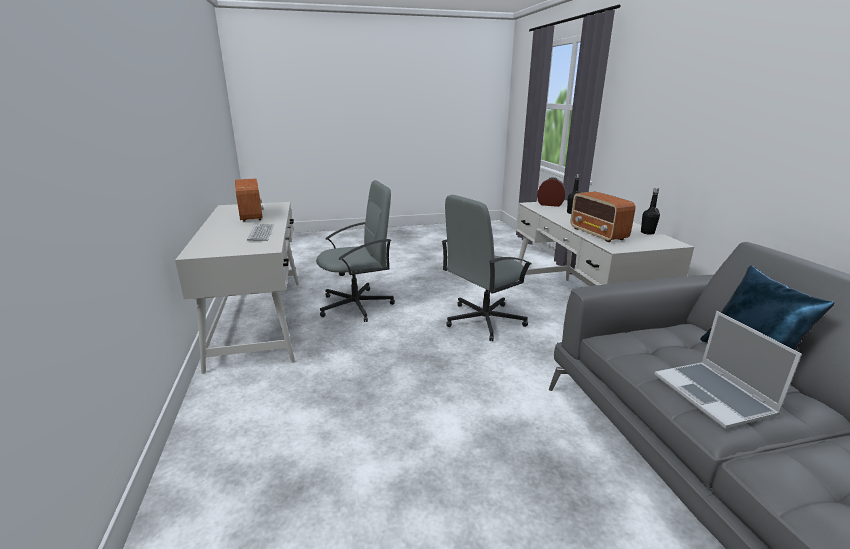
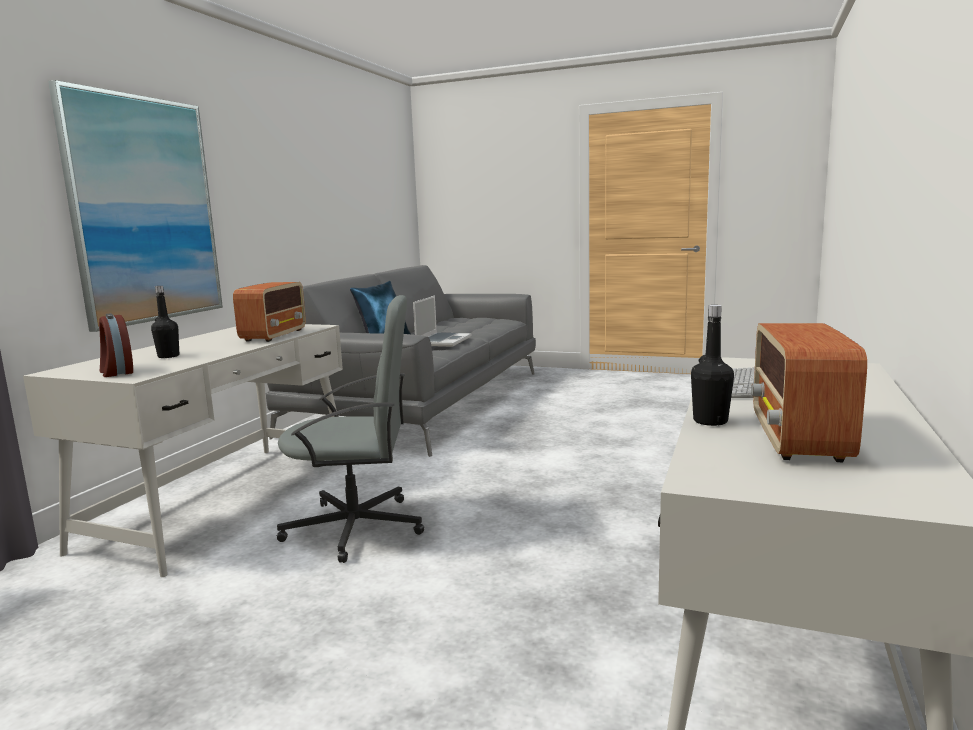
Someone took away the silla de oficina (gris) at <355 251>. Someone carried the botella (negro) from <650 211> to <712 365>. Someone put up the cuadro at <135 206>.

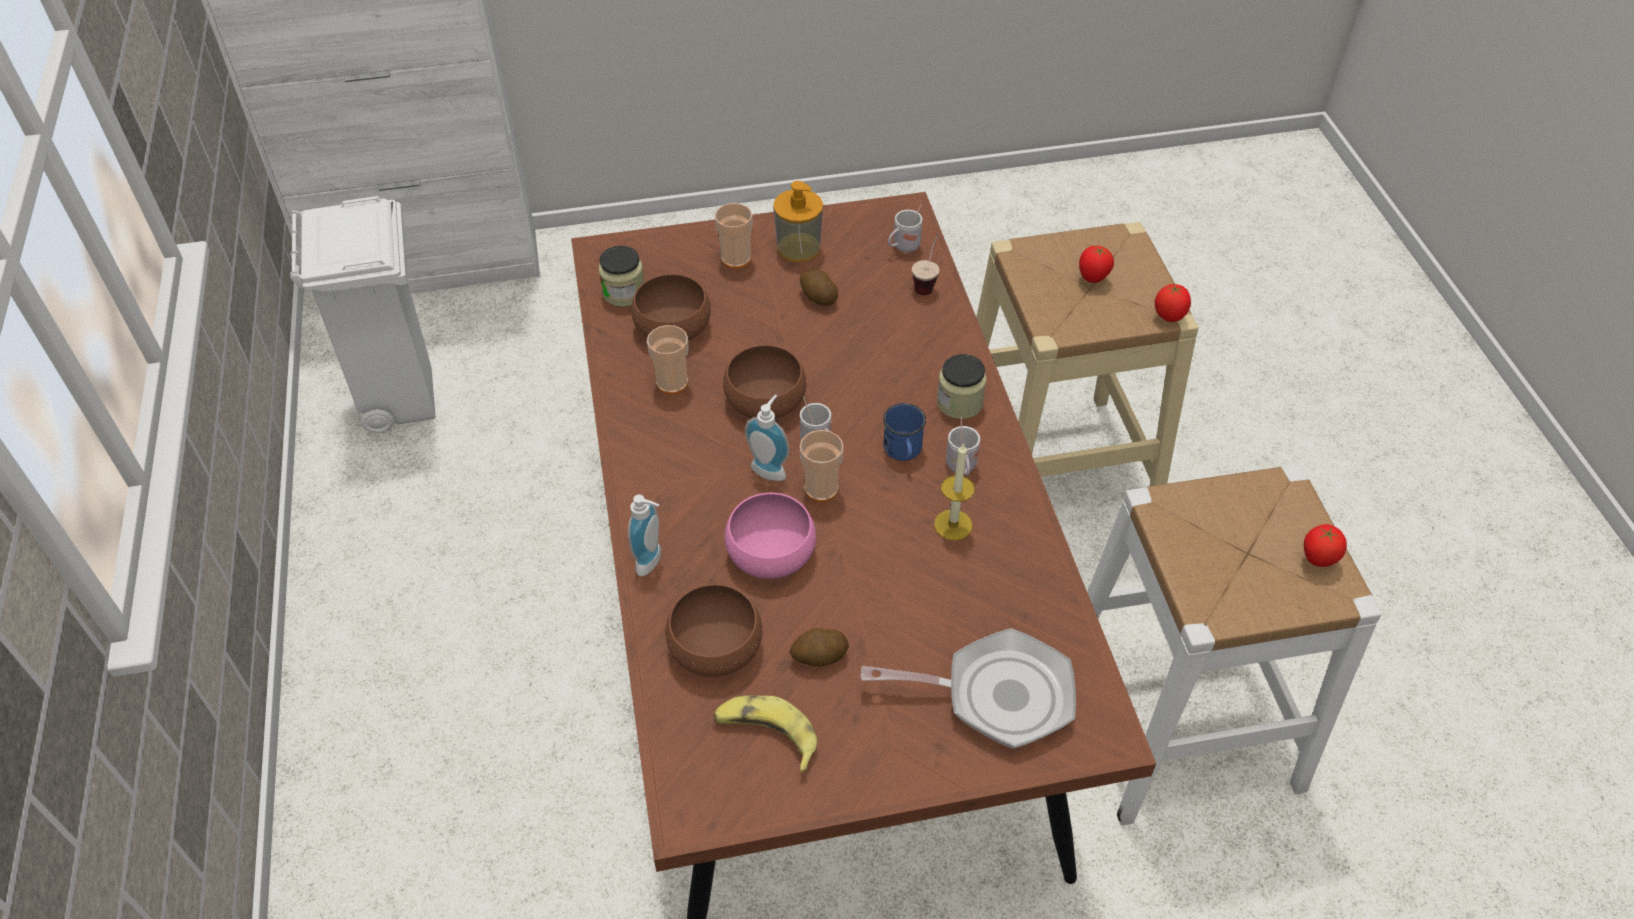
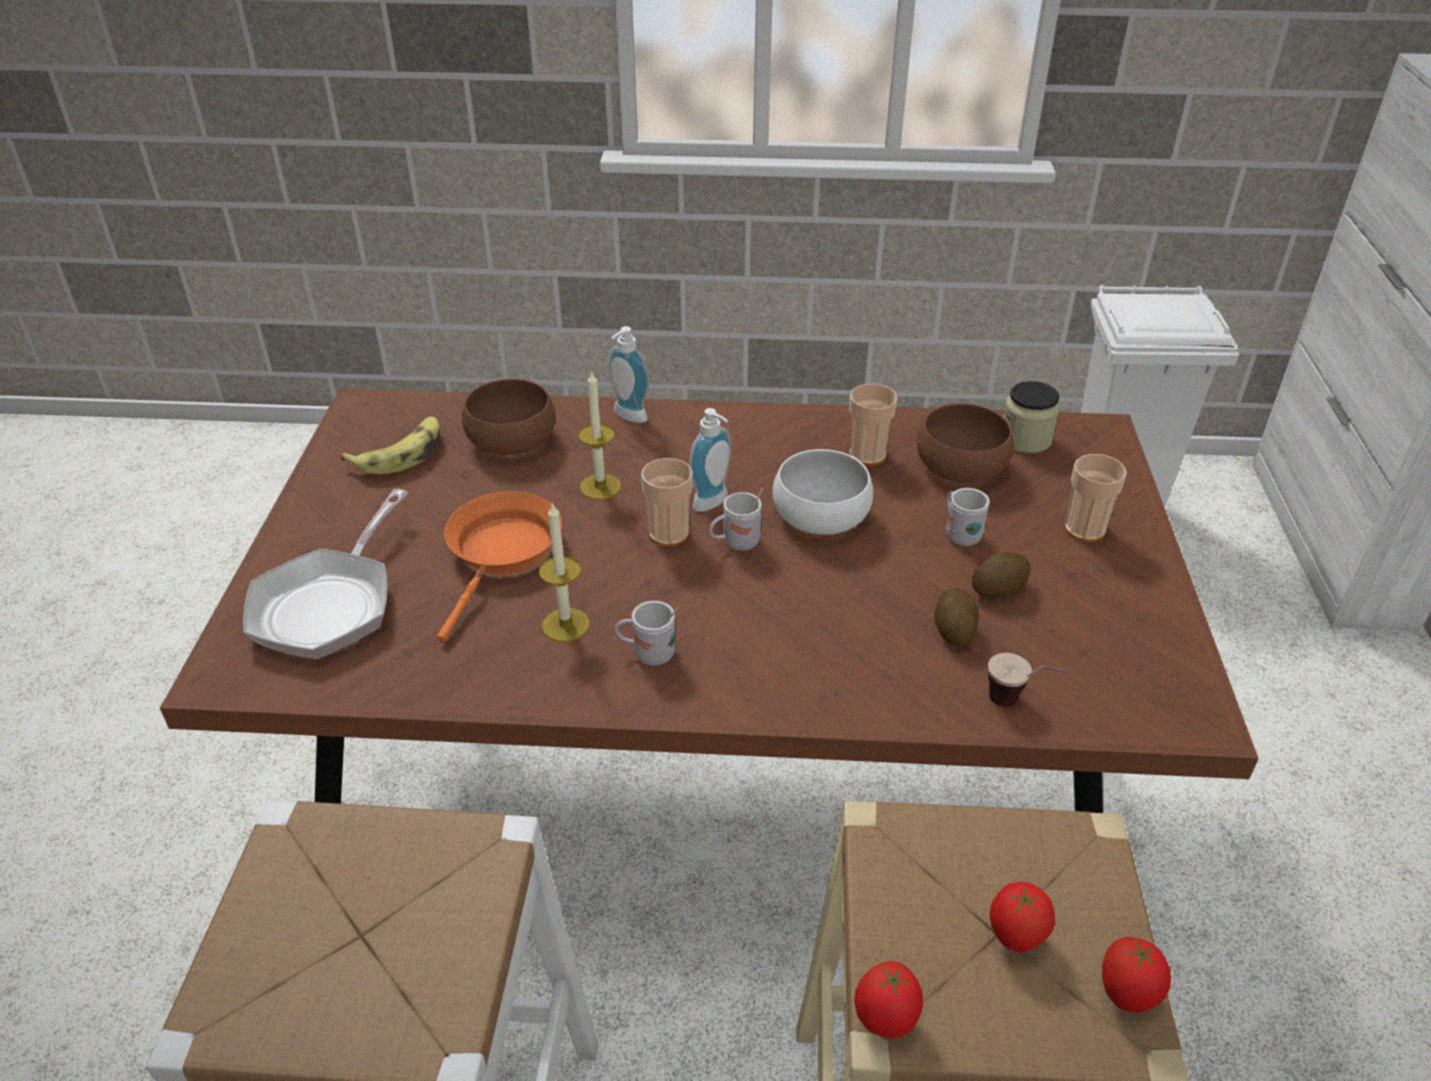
Someone repainted the cuenco (marrón) at <764 382>, which became the cuenco (blanco) at <823 492>. Someone swapped the cuenco (rosa) at <770 536> for the vela at <599 435>. Someone took away the dispensador de jabón at <798 221>. Someone carried the patata from <819 647> to <956 617>. Someone took away the taza grande (azul) at <904 432>. Someone carried the taza grande (blanco) from <905 228> to <968 517>. Someone took away the tarro at <962 386>. Someone carried the tomate from <1325 545> to <1136 975>. Someone put down the sartén (naranja) at <499 566>.

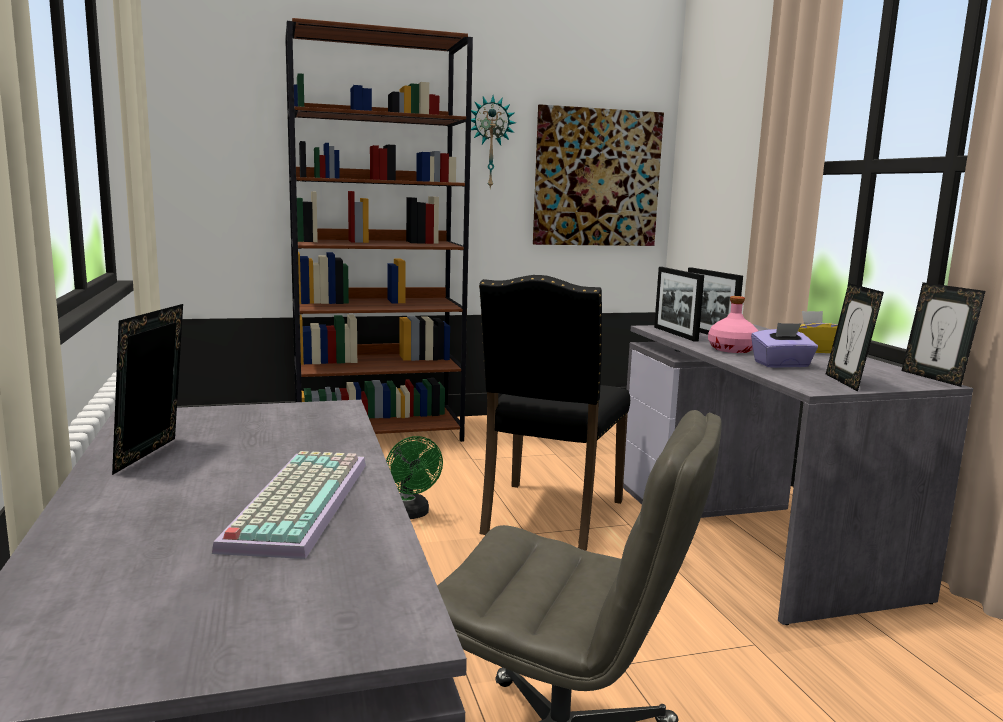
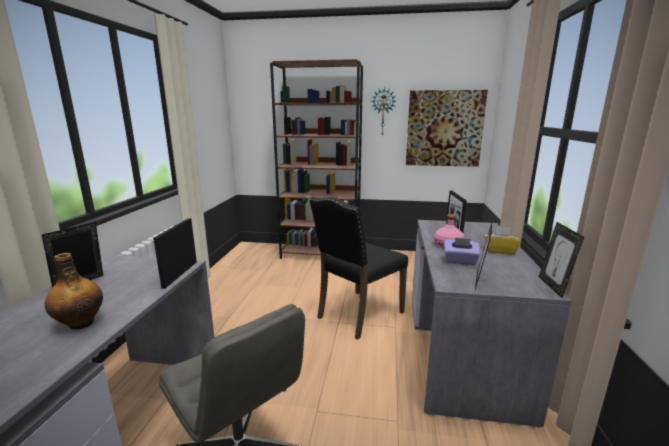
Someone swapped the teclado at <289 505> for the botella at <74 291>. Someone took away the ventilador (verde) at <414 477>. Someone carried the portarretratos from <679 304> to <175 253>.

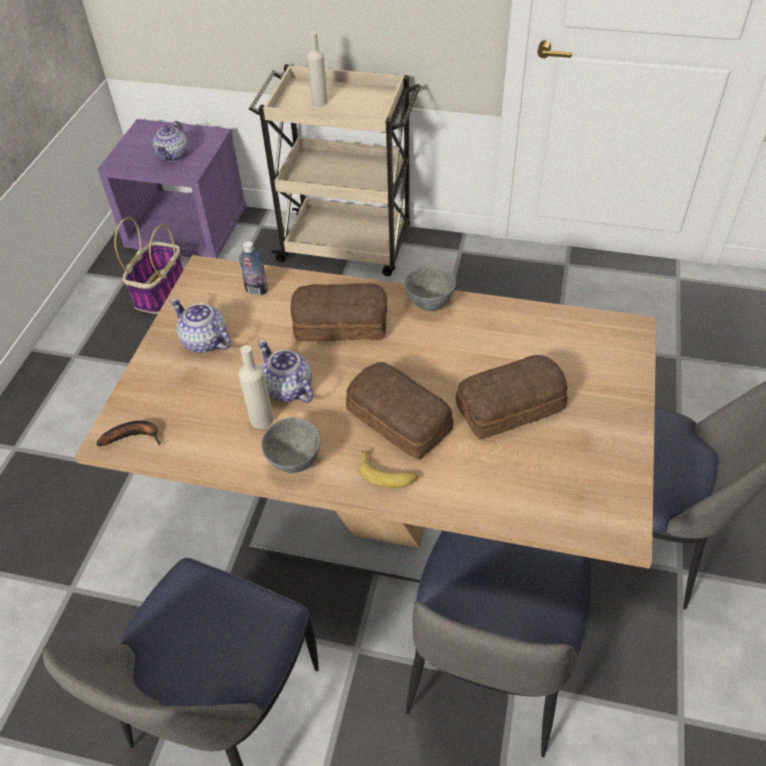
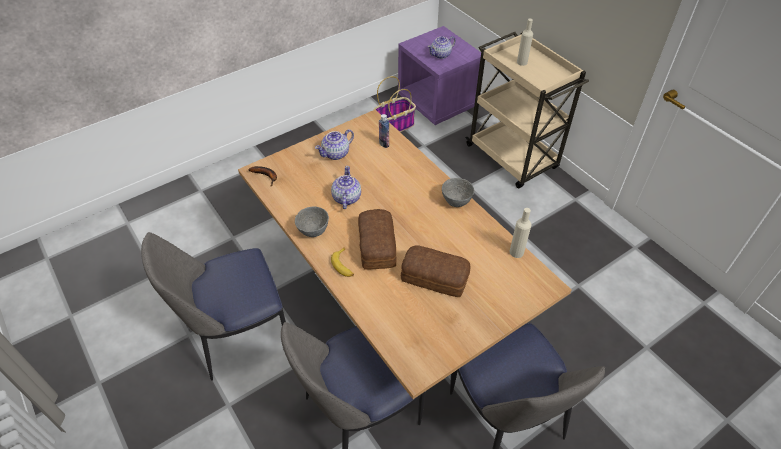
Someone rotated the tetera at <200 326> by 120 degrees counterclockwise. Someone carried the botella (beis) from <256 387> to <521 233>. Someone took away the pan at <339 312>.

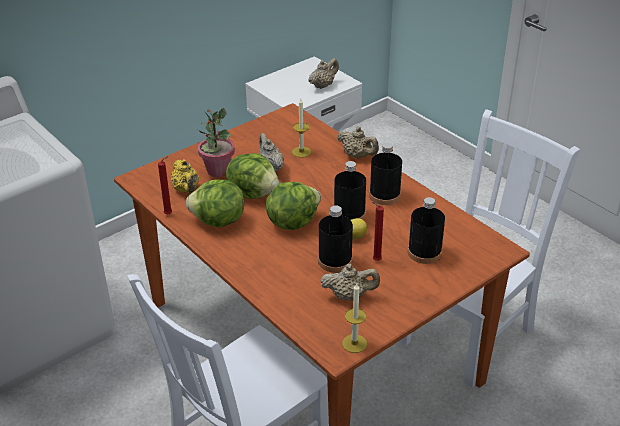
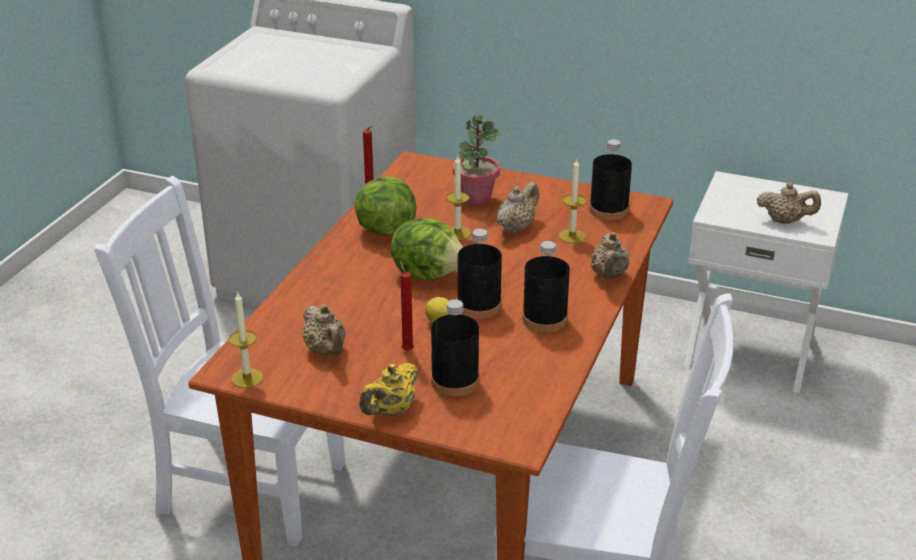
Someone carried the tetera (amarillo) from <185 176> to <388 389>. Someone swapped the lechuga at <252 176> for the vela at <458 198>. Someone carried the botella (negro) from <335 239> to <610 179>.

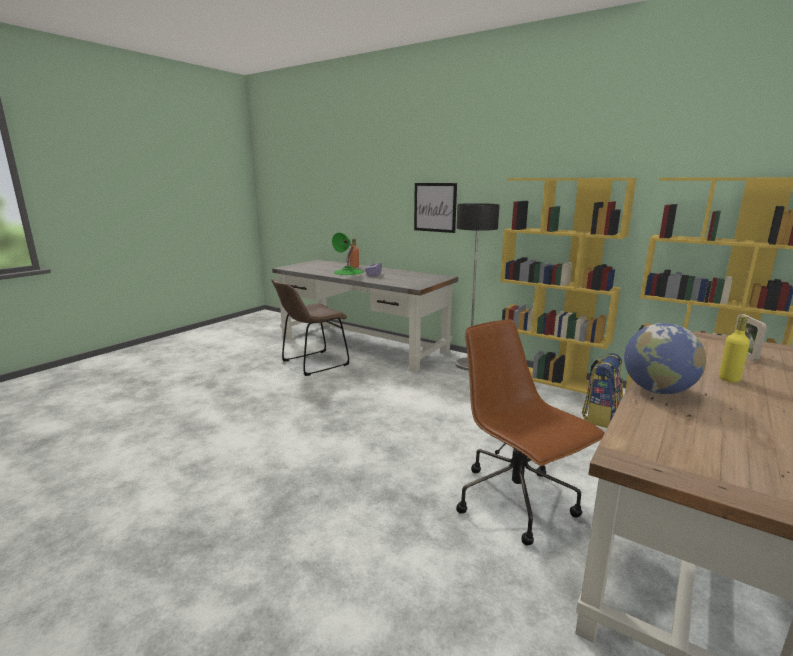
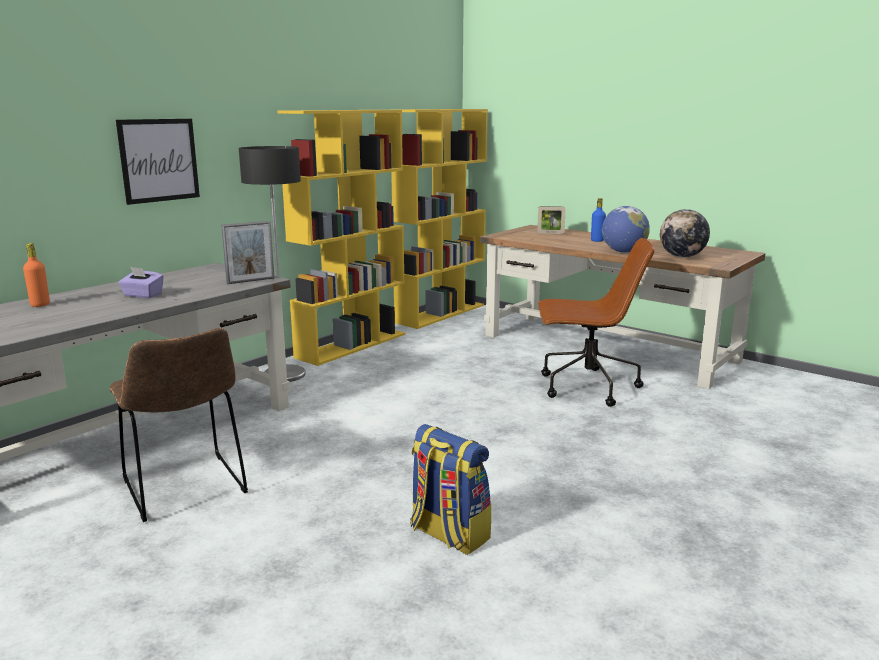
Someone took away the lámpara de mesa (verde) at <347 254>. Someone rotated the silla de oficina (marrón) at <530 432> by 150 degrees counterclockwise. Someone carried the mochila from <602 390> to <450 489>. Someone repainted the botella (amarillo) at <734 349>, which became the botella (azul) at <598 220>. Someone put down the portarretratos at <248 252>. Someone put down the globo terráqueo at <685 233>.

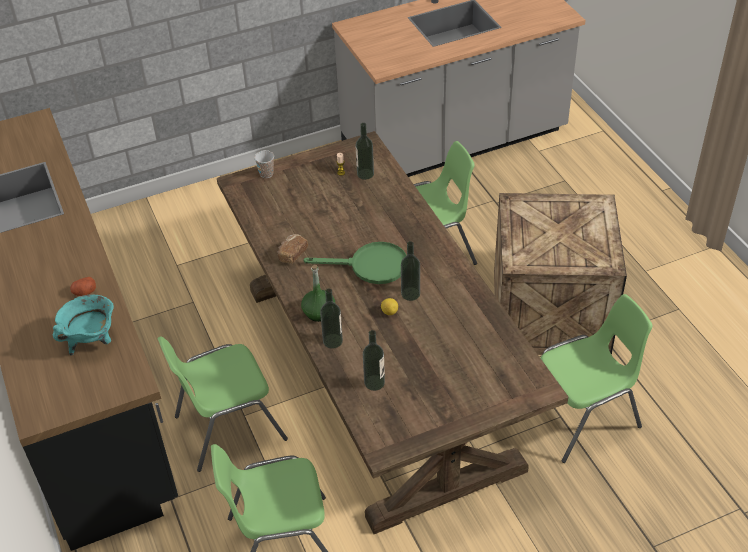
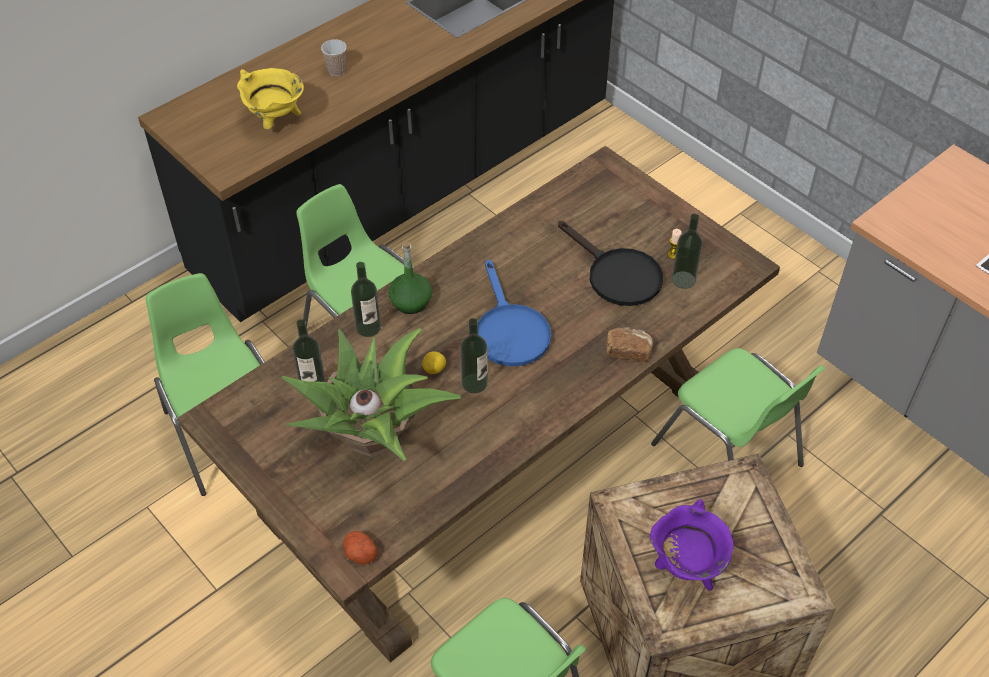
Someone repainted the olla (turquesa) at <83 325>, which became the olla (amarillo) at <270 98>. Someone carried the patata from <83 286> to <360 548>. Someone carried the taza from <264 164> to <333 57>. Someone carried the pan from <292 249> to <629 344>. Someone repainted the sartén (verde) at <354 263>, which became the sartén (azul) at <514 313>. Someone put down the planta en maceta at <371 394>. Someone put down the sartén (negro) at <610 263>. Someone put down the olla (morado) at <692 545>.

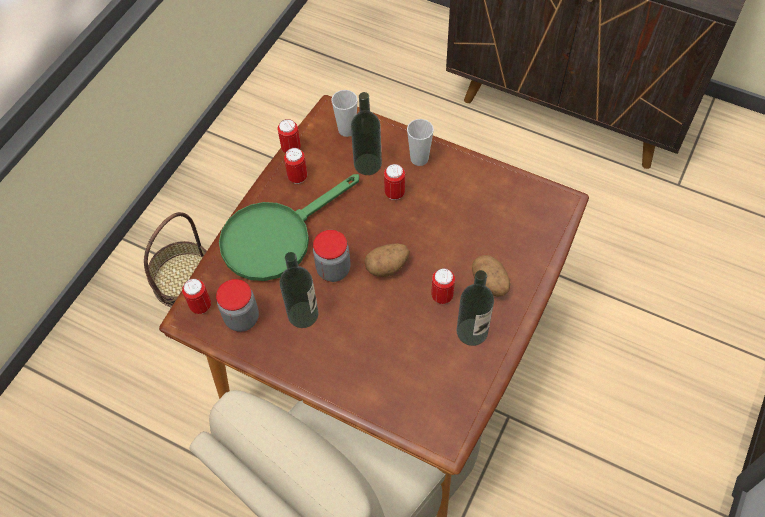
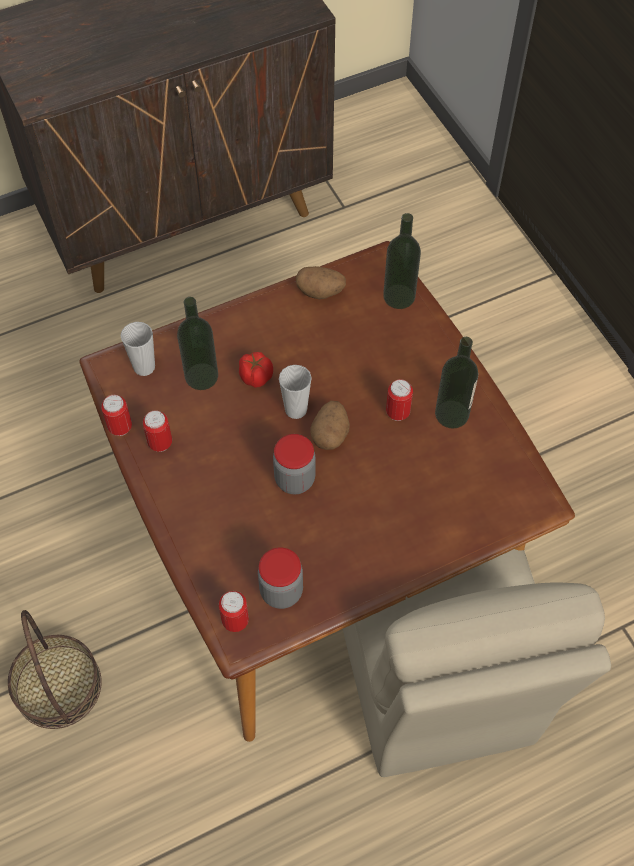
Someone took away the sartén (verde) at <289 227>. Someone carried the botella from <299 290> to <402 261>. Someone swapped the lata at <394 182> for the tomate at <256 370>. Someone carried the taza from <420 142> to <295 392>. Someone carried the patata from <491 276> to <321 282>.

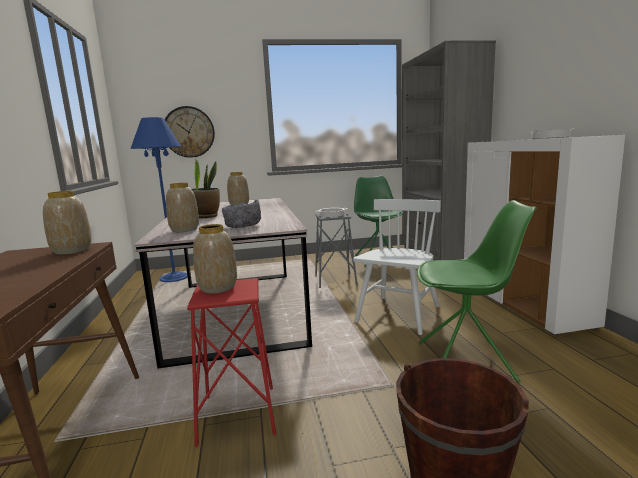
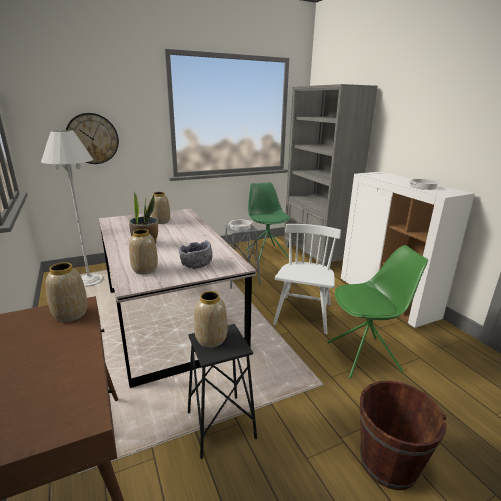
Someone repainted the lámpara de pie (azul) at <159 199>, which became the lámpara de pie (blanco) at <72 208>. Someone repainted the taburete (rojo) at <231 362>, which became the taburete (negro) at <222 391>.

